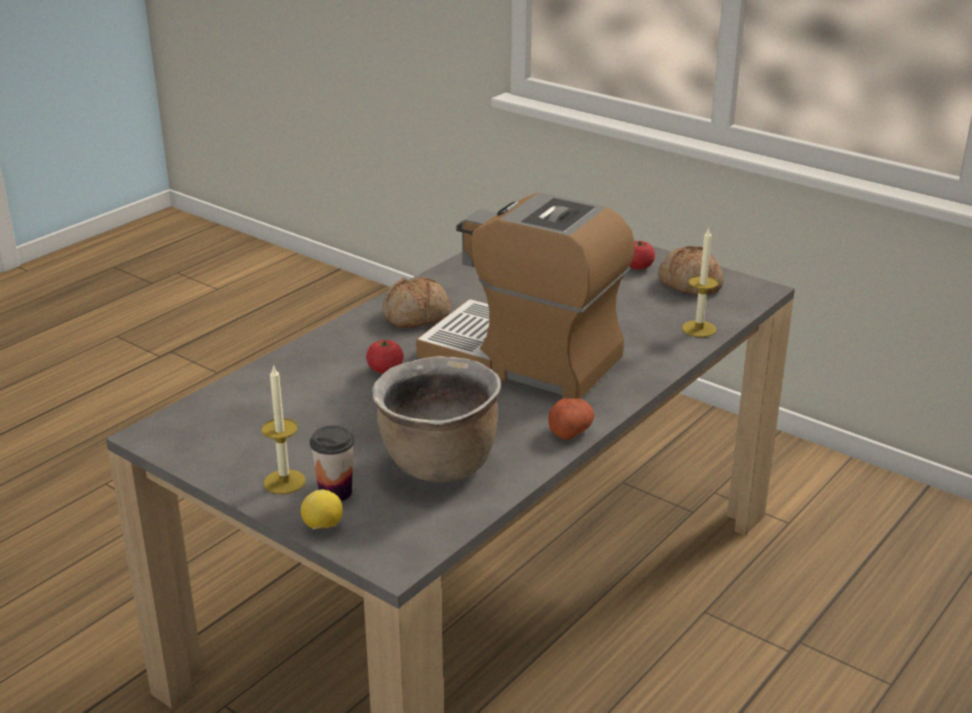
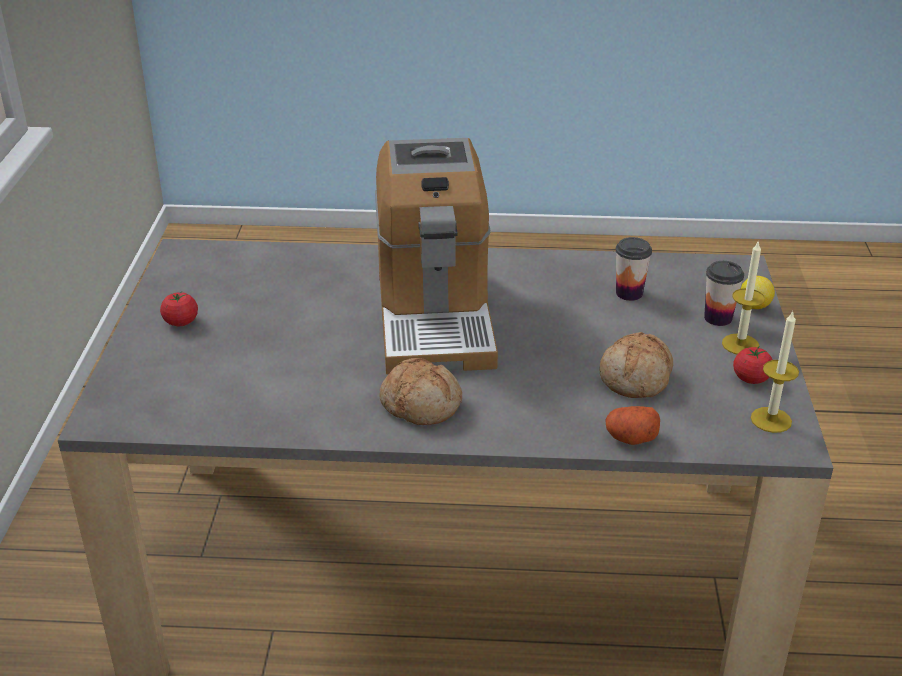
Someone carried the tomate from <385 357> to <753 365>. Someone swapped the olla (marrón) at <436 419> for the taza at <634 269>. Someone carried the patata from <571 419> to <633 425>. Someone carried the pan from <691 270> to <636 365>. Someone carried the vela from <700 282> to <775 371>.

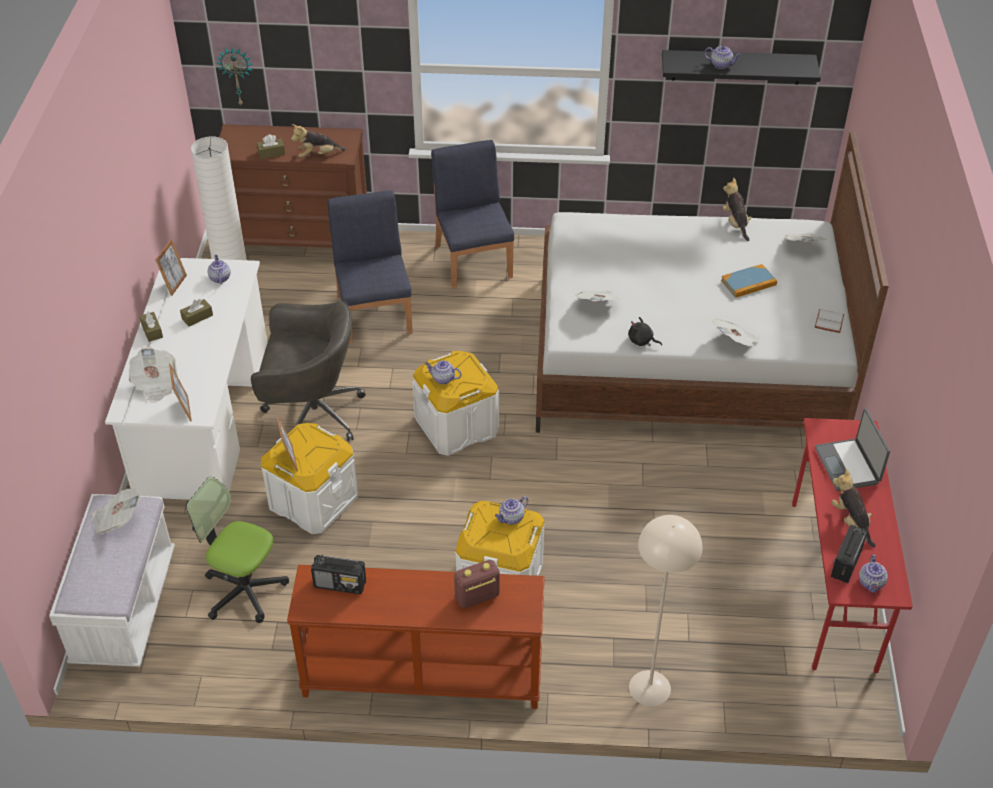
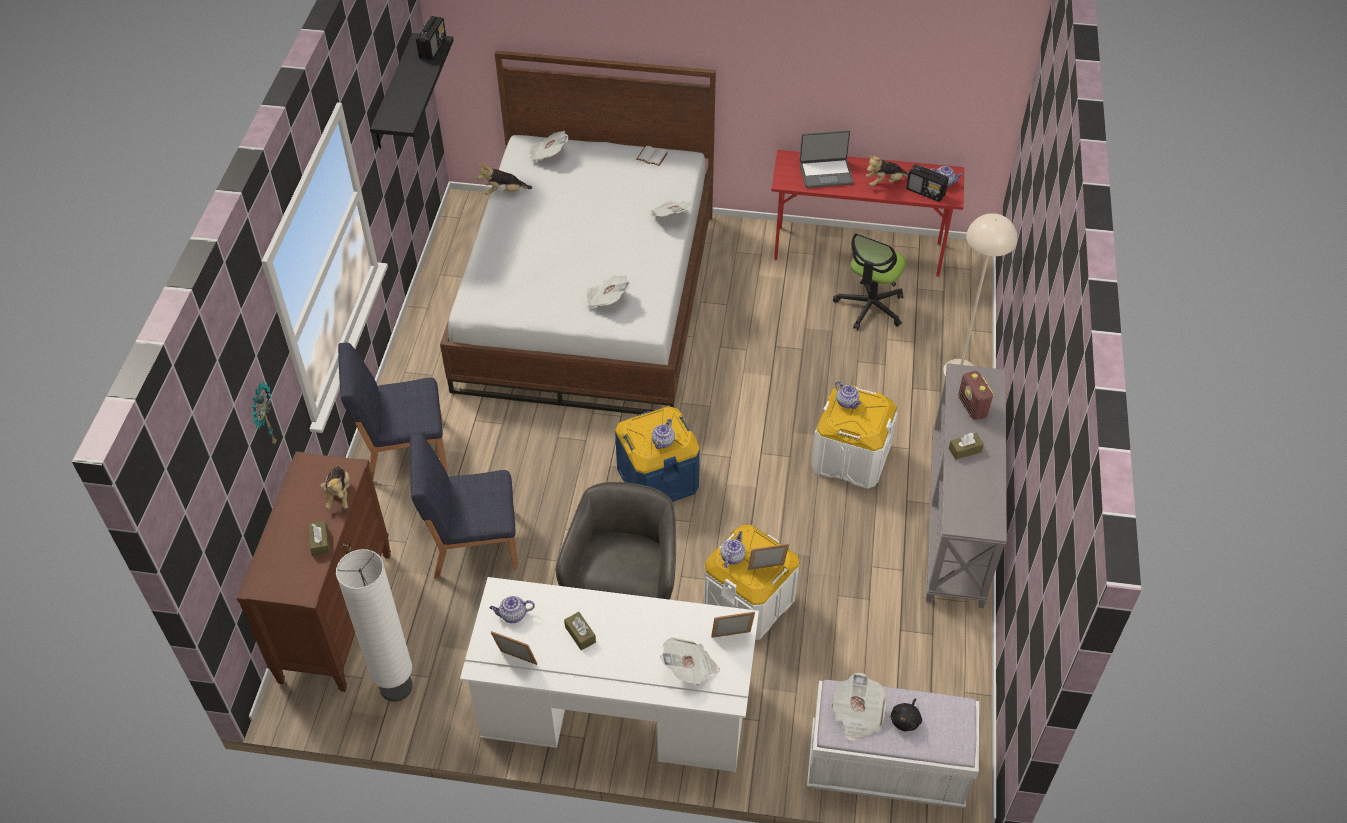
Someone carried the caja de pañuelos (marrón) from <151 326> to <966 446>. Someone carried the silla de oficina from <237 550> to <869 281>. Someone carried the reloj de pared from <234 76> to <264 413>. Someone repainted the mesa consola (marrón) at <416 637>, which became the mesa consola (gris) at <966 485>. Someone carried the radio from <338 574> to <431 38>. Someone repainted the caja de almacenaje (blanco) at <455 403>, which became the caja de almacenaje (azul) at <657 454>. Someone carried the peluche (negro) from <645 332> to <906 715>. Someone carried the tetera from <722 57> to <733 549>. Someone took away the libro at <749 281>.

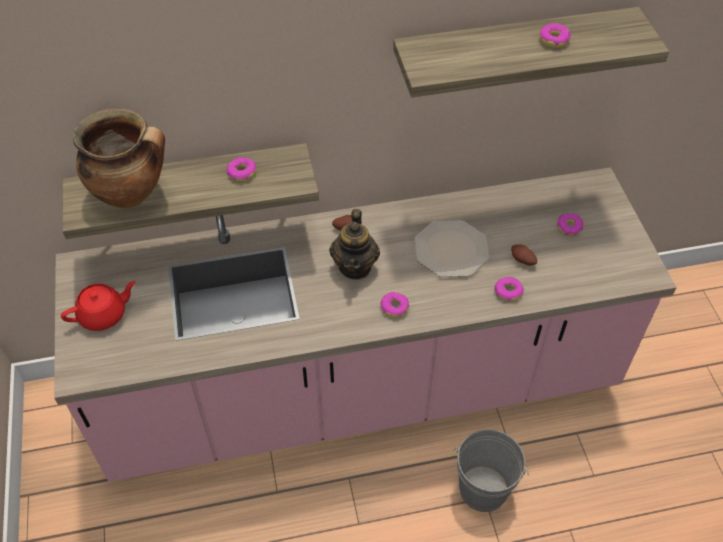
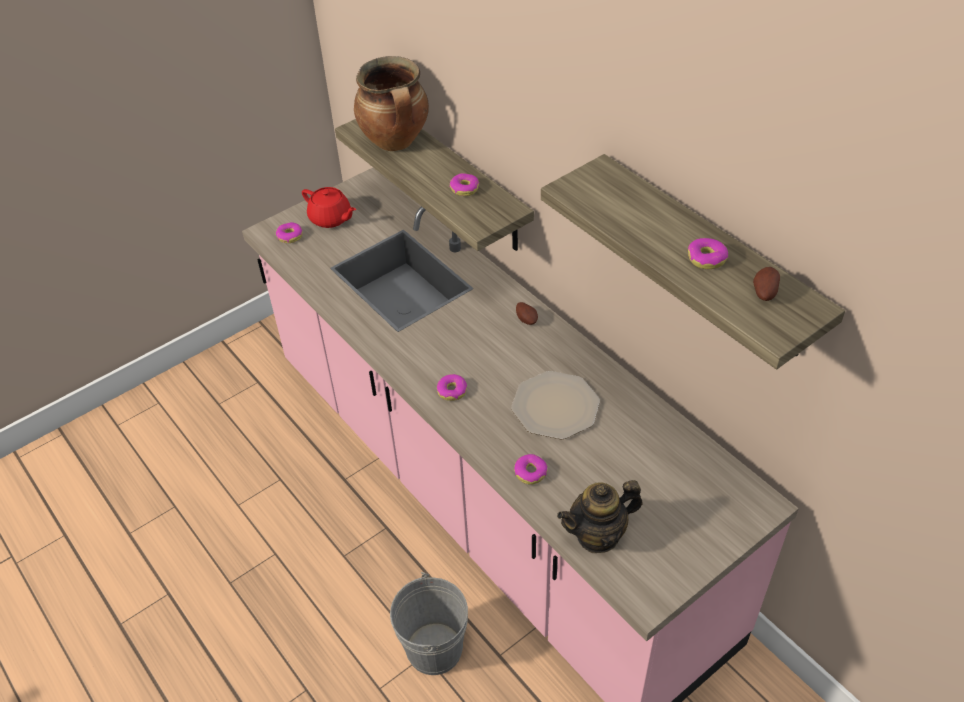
Someone carried the tetera from <354 244> to <600 516>. Someone carried the patata from <524 255> to <766 284>. Someone carried the rosquilla from <570 224> to <289 232>.

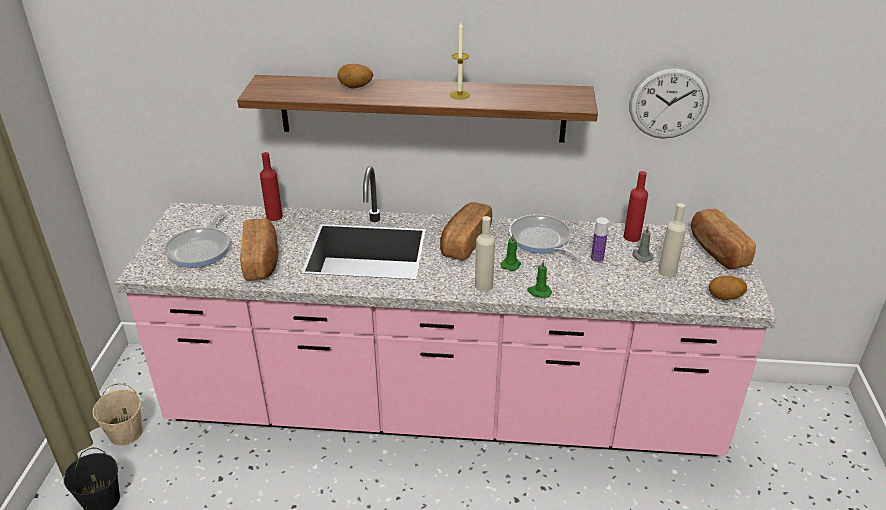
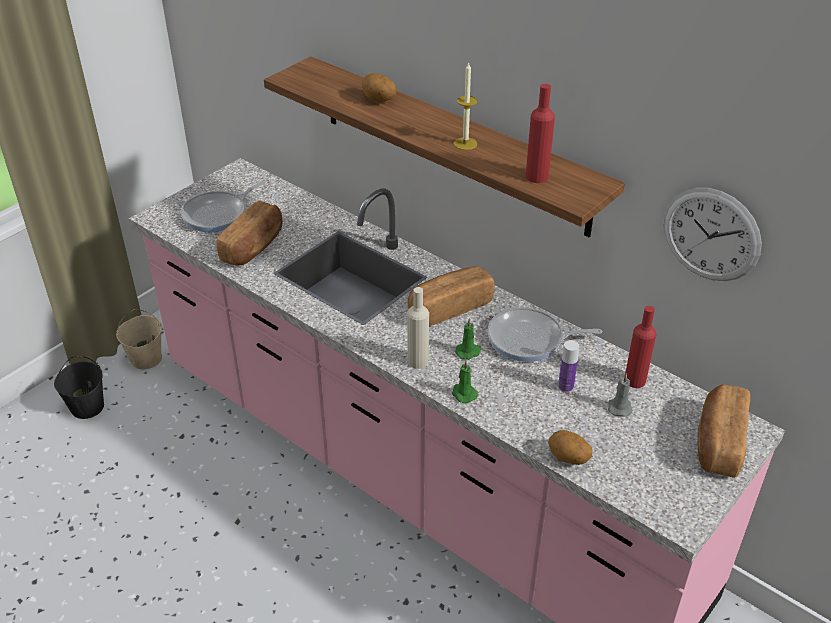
Someone carried the botella (rojo) from <271 186> to <540 133>. Someone rotated the sartén at <546 237> by 90 degrees counterclockwise. Someone took away the botella (beis) at <672 240>. Someone carried the patata from <728 288> to <571 447>.

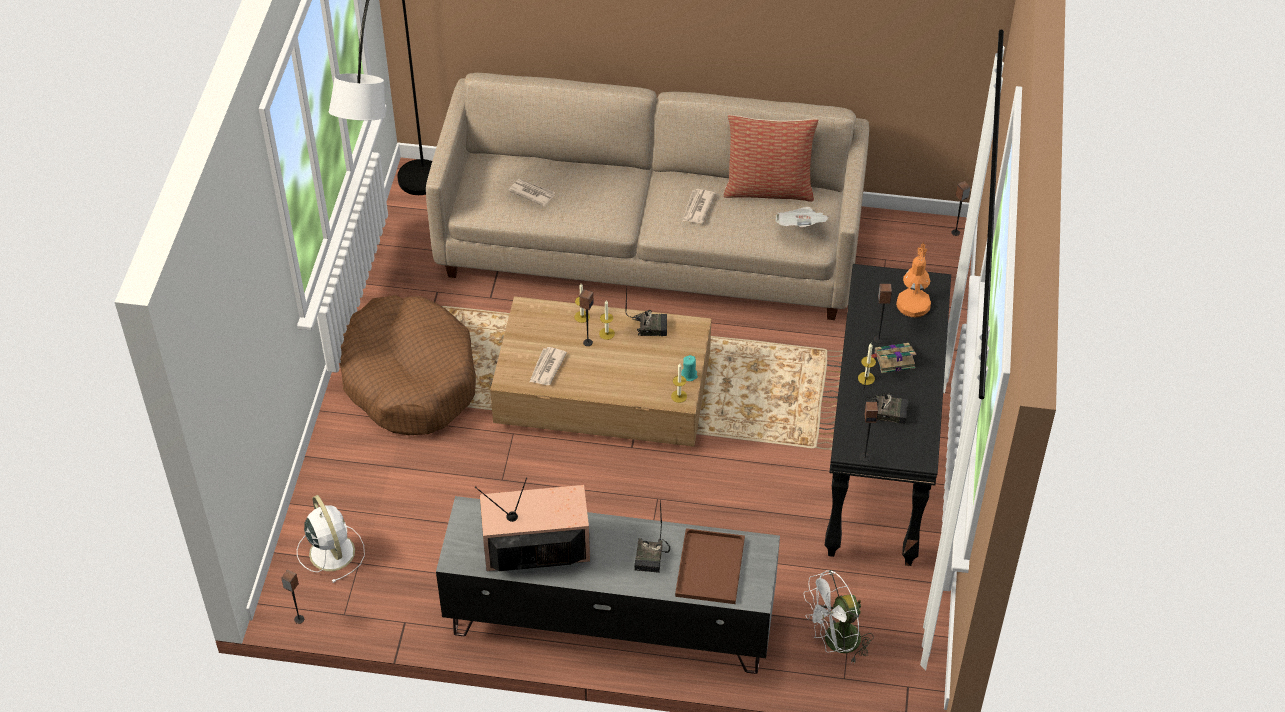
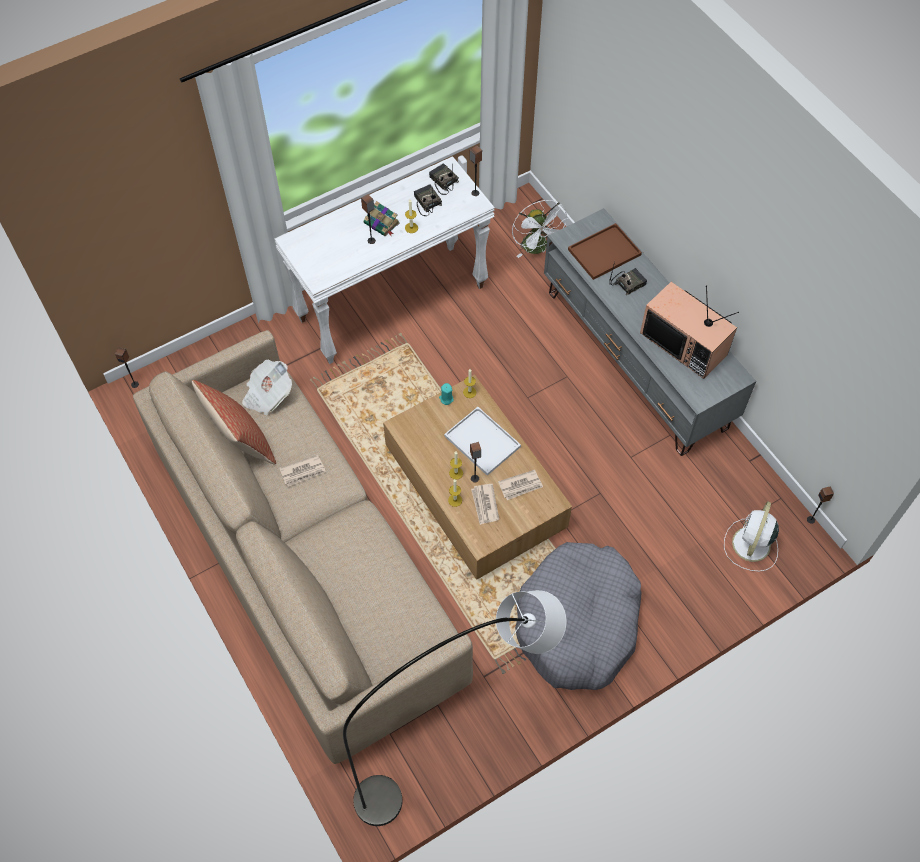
Someone repainted the cama para perro (marrón) at <408 365>, which became the cama para perro (gris) at <578 616>. Someone carried the periódico from <531 193> to <485 504>. Someone carried the radio from <646 311> to <444 179>. Someone rotated the ventilador (blanco) at <838 617> by 45 degrees clockwise. Someone repainted the mesa consola (negro) at <888 415>, which became the mesa consola (blanco) at <384 260>. Someone took away the lámpara de mesa (naranja) at <913 279>. Someone put down the bandeja (blanco) at <482 441>.

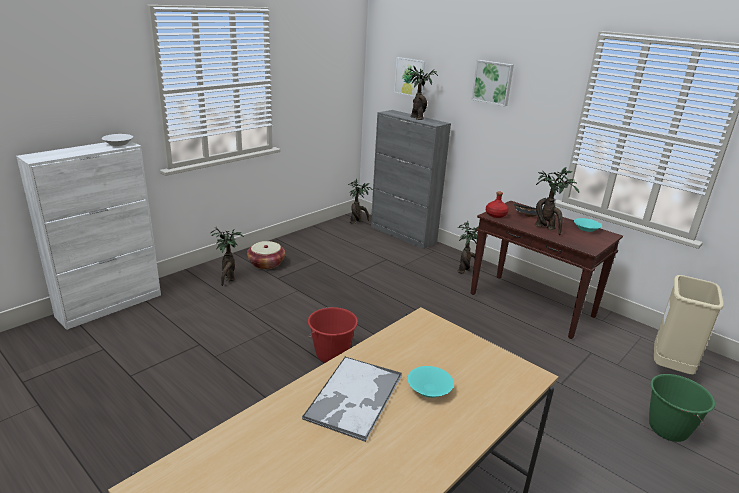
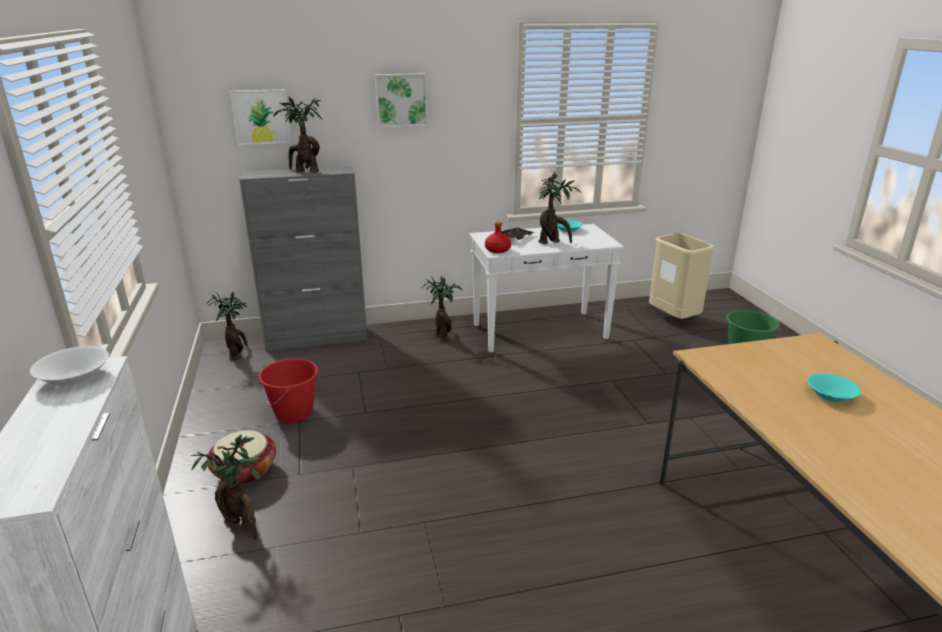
Someone took away the bandeja at <351 399>. Someone carried the cubo (rojo) from <333 335> to <288 390>. Someone repainted the mesa consola (marrón) at <547 270>, which became the mesa consola (blanco) at <547 288>.

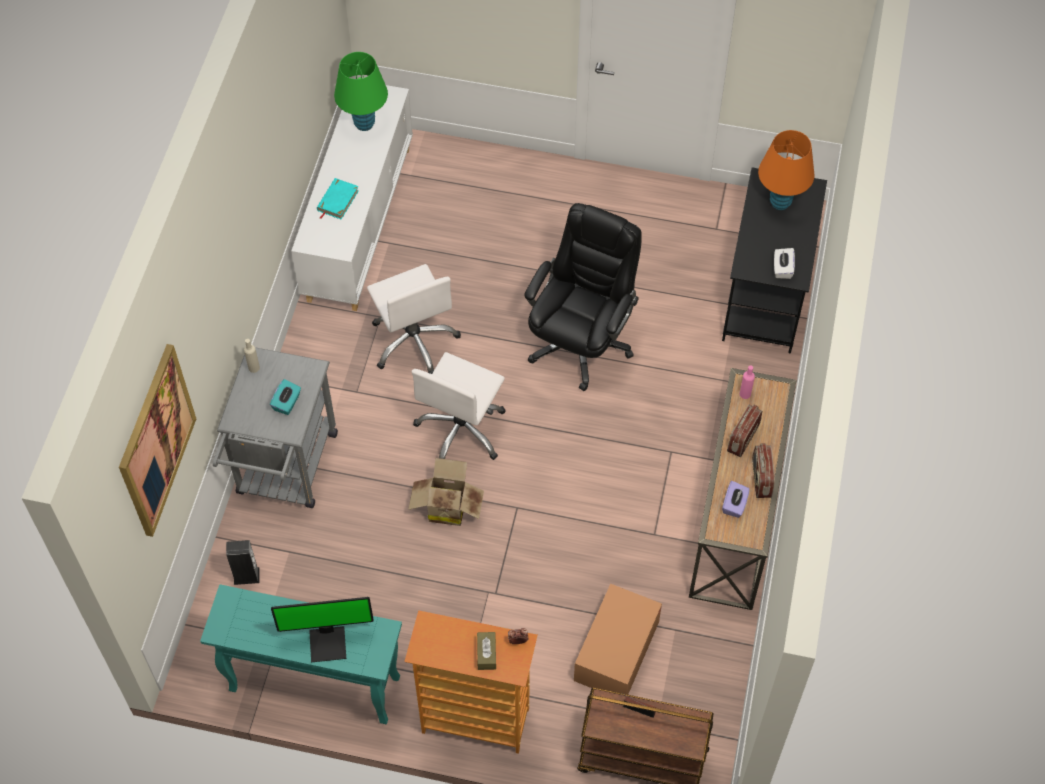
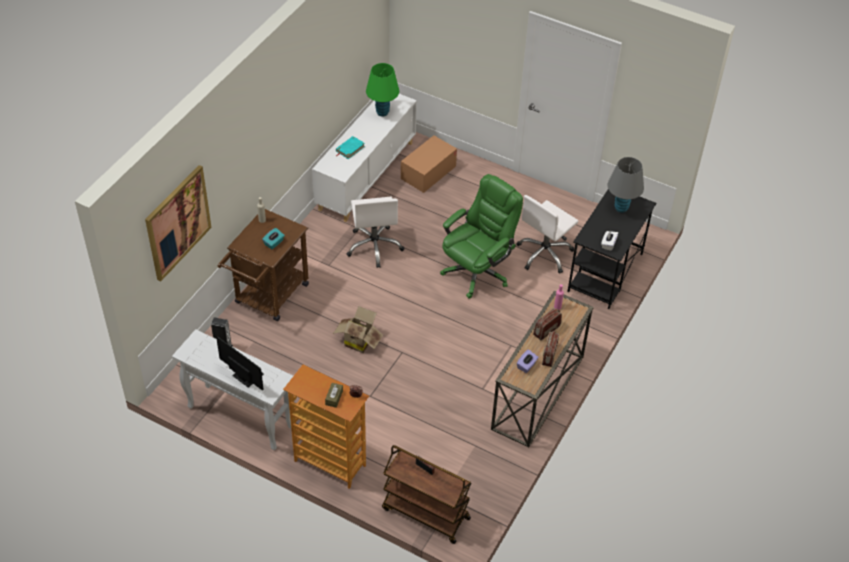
Someone repainted the mesa consola (turquesa) at <301 654>, which became the mesa consola (blanco) at <232 389>. Someone repainted the carrito (gris) at <275 427>, which became the carrito (marrón) at <263 265>. Someone rotated the monitor at <322 630> by 150 degrees counterclockwise. Someone carried the silla de oficina (blanco) from <459 406> to <547 234>. Someone repainted the silla de oficina (negro) at <583 297>, which became the silla de oficina (verde) at <481 236>. Someone carried the caja de cartón from <618 639> to <429 164>. Someone repainted the lámpara de mesa (naranja) at <786 170>, which became the lámpara de mesa (gris) at <626 185>.

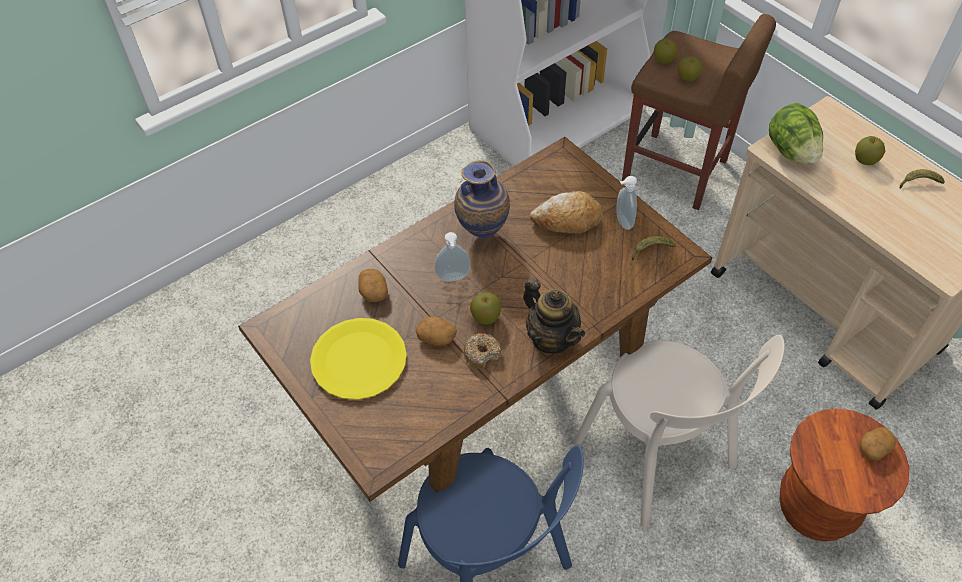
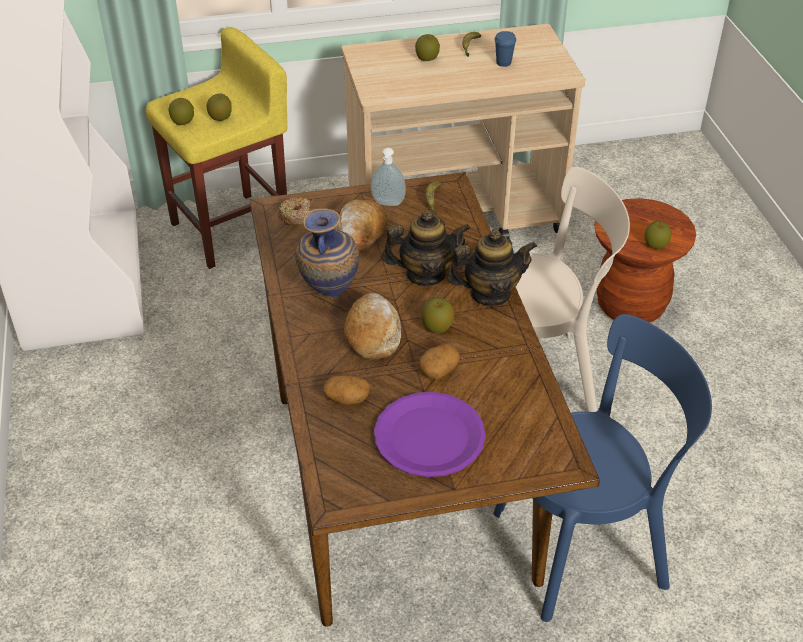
Someone repainted the plato (amarillo) at <358 359>, which became the plato (morado) at <430 434>. Someone swapped the dispensador de jabón at <452 257> for the pan at <372 326>. Someone carried the rosquilla from <482 351> to <294 211>. Someone repainted the taburete (marrón) at <699 112>, which became the taburete (amarillo) at <216 148>. Someone took away the lechuga at <796 133>. Someone took away the patata at <877 444>. Someone put down the tetera at <426 248>. Someone put down the taza (azul) at <505 49>. Someone put down the manzana at <658 235>.

